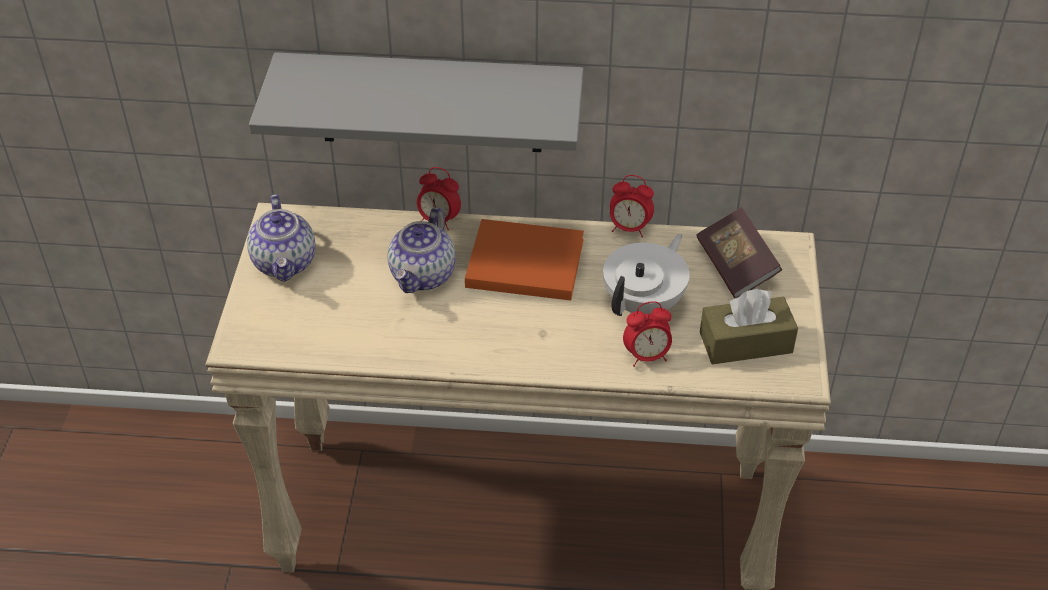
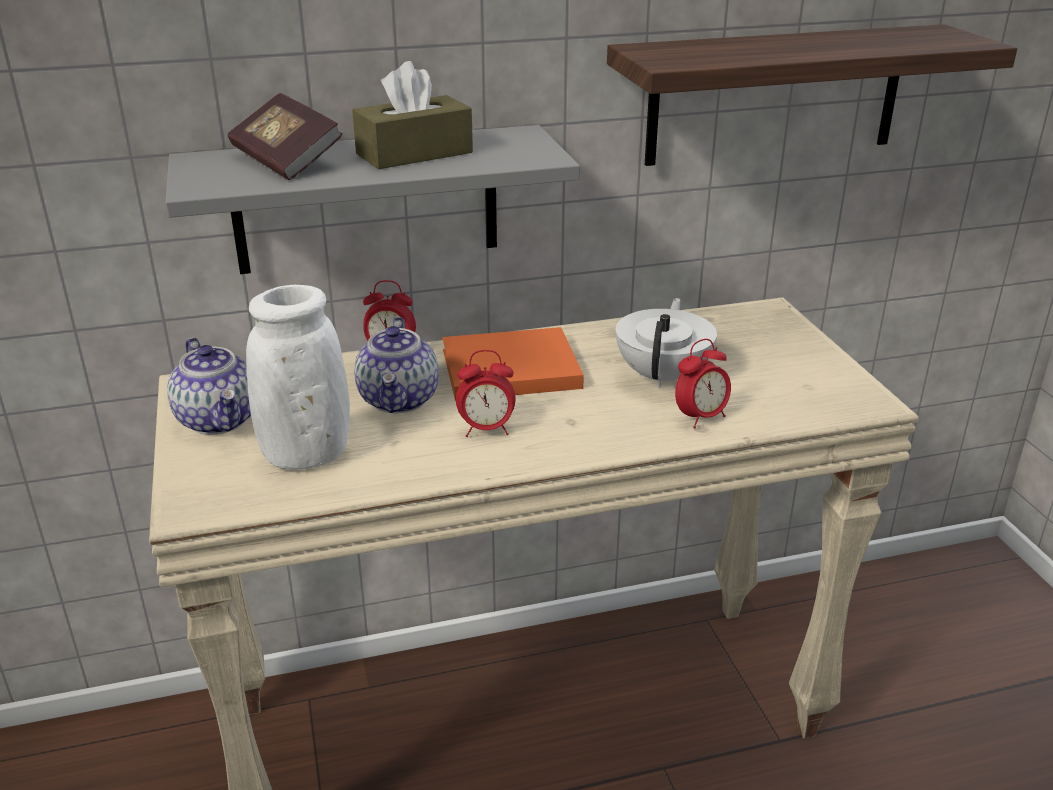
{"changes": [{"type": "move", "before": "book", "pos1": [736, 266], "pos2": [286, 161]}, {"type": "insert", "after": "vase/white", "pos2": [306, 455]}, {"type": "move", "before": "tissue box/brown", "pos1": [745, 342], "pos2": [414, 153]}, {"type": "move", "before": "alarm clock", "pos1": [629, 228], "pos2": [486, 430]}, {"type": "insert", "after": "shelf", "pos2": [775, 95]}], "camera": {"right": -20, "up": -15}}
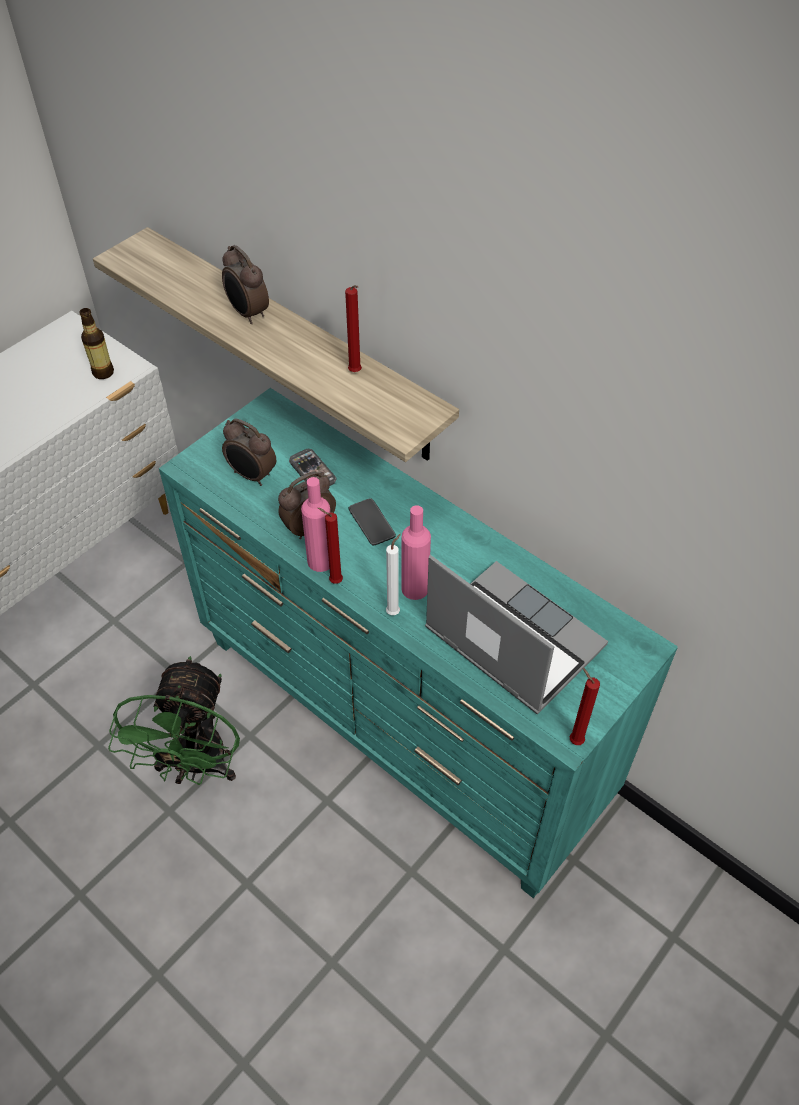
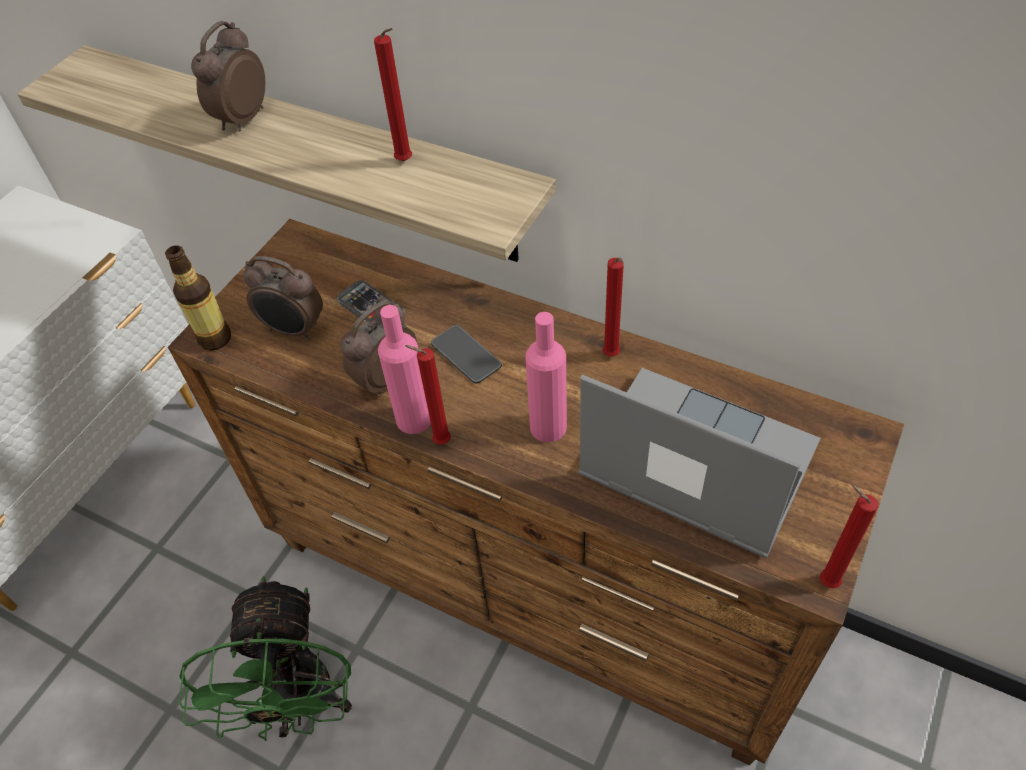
{"changes": [{"type": "move", "before": "bottle", "pos1": [103, 372], "pos2": [215, 339]}, {"type": "recolor", "before": "dresser/turquoise", "after": "dresser/brown", "pos1": [401, 722], "pos2": [532, 588]}, {"type": "rotate", "before": "alarm clock", "pos1": [247, 314], "pos2": [241, 119], "turn": 75}, {"type": "insert", "after": "candle/red", "pos2": [611, 357]}, {"type": "delete", "before": "candle/white", "pos1": [394, 611]}], "camera": {"right": -10, "up": 0}}
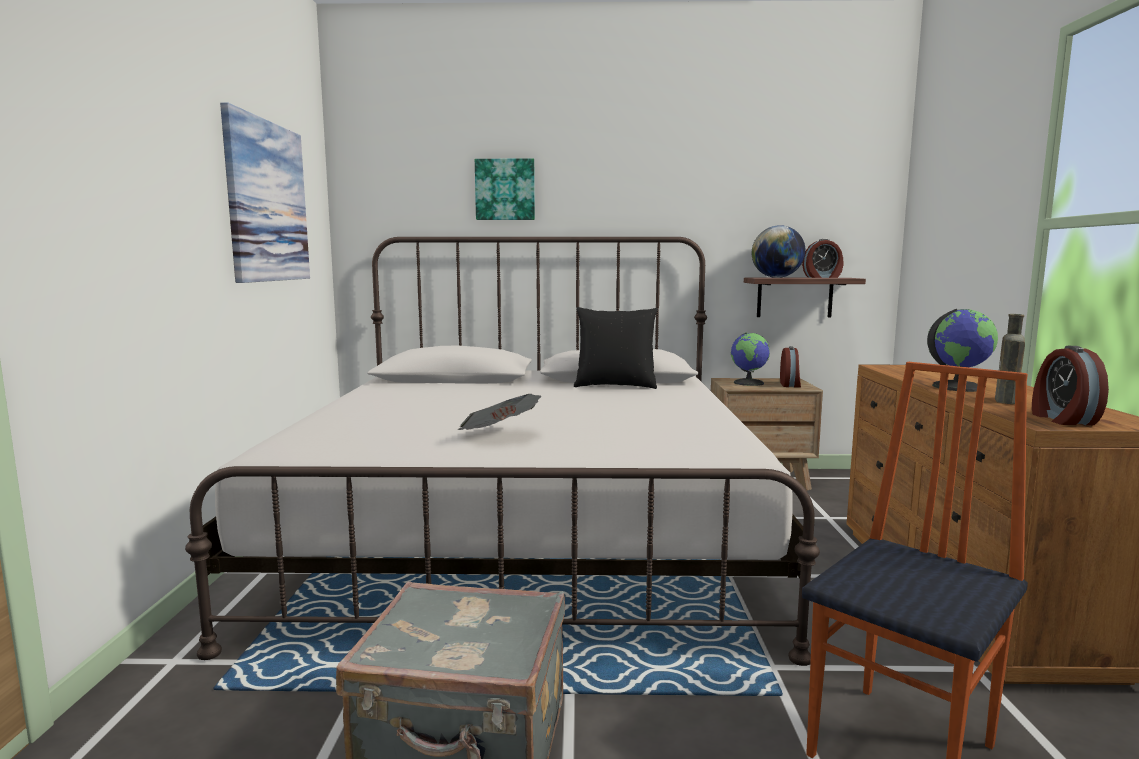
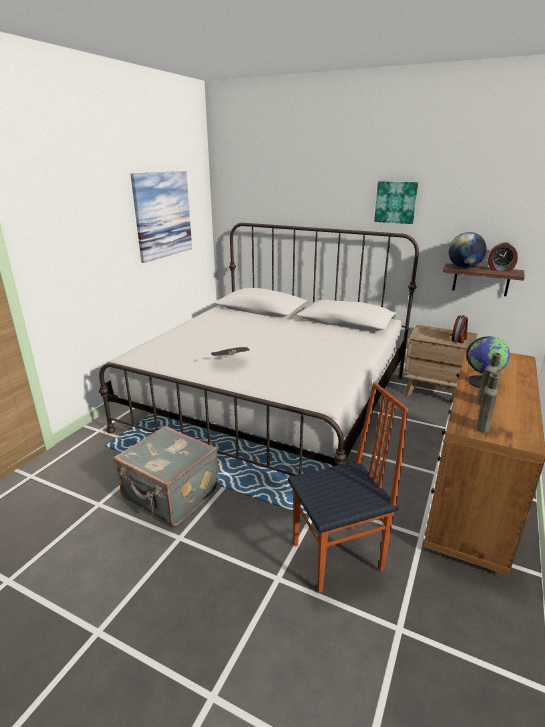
{"changes": [{"type": "move", "before": "picture", "pos1": [505, 190], "pos2": [396, 202]}, {"type": "replace", "before": "alarm clock", "after": "bottle/brown", "pos1": [1062, 419], "pos2": [482, 426]}, {"type": "delete", "before": "pillow/black", "pos1": [615, 385]}, {"type": "delete", "before": "globe", "pos1": [749, 383]}], "camera": {"right": 25, "up": 15}}
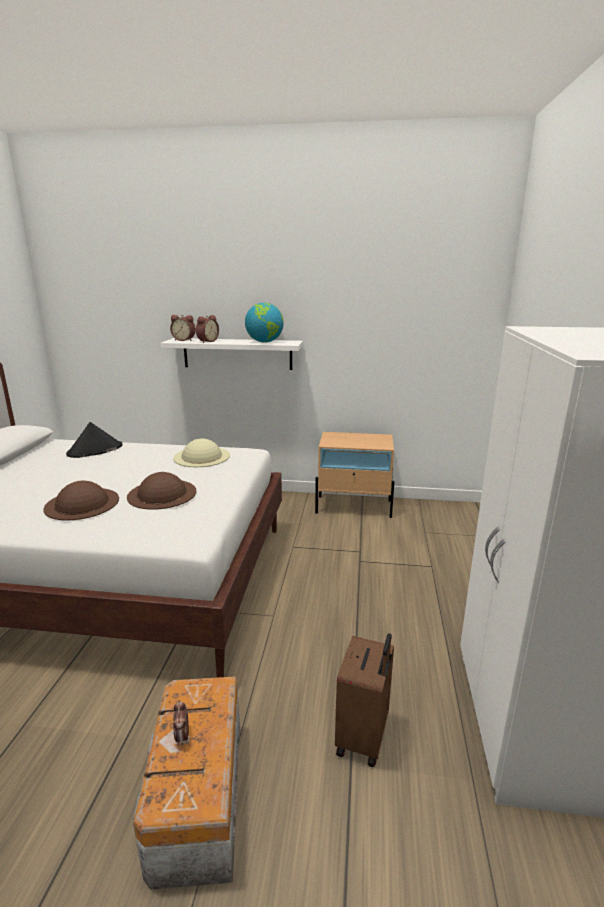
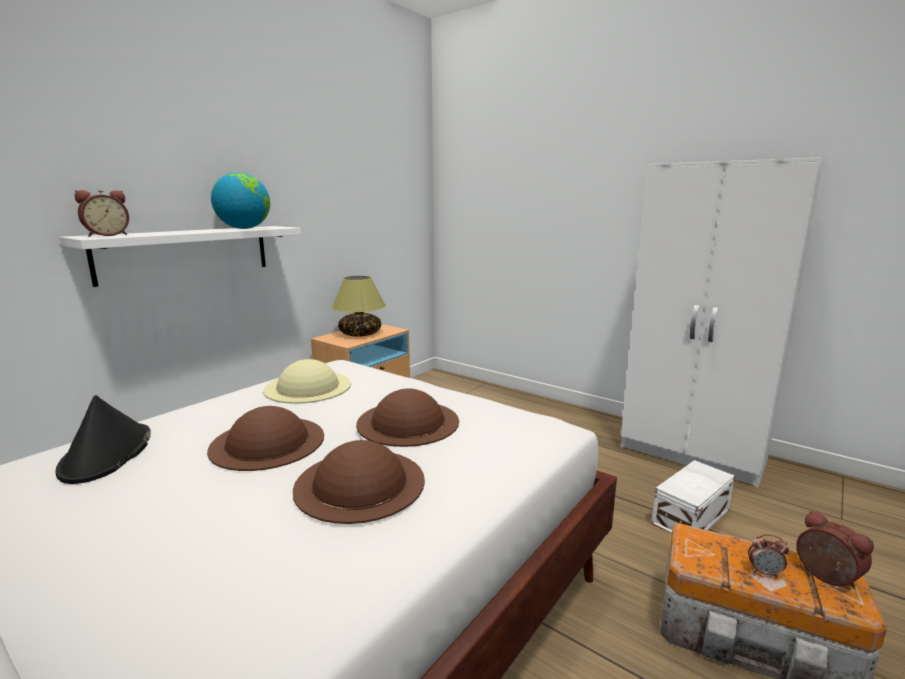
{"changes": [{"type": "insert", "after": "hat/brown", "pos2": [268, 442]}, {"type": "insert", "after": "table lamp", "pos2": [360, 334]}, {"type": "replace", "before": "suitcase/brown", "after": "storage box/white", "pos1": [364, 738], "pos2": [692, 517]}, {"type": "move", "before": "alarm clock", "pos1": [207, 341], "pos2": [825, 577]}], "camera": {"right": -60, "up": -5}}
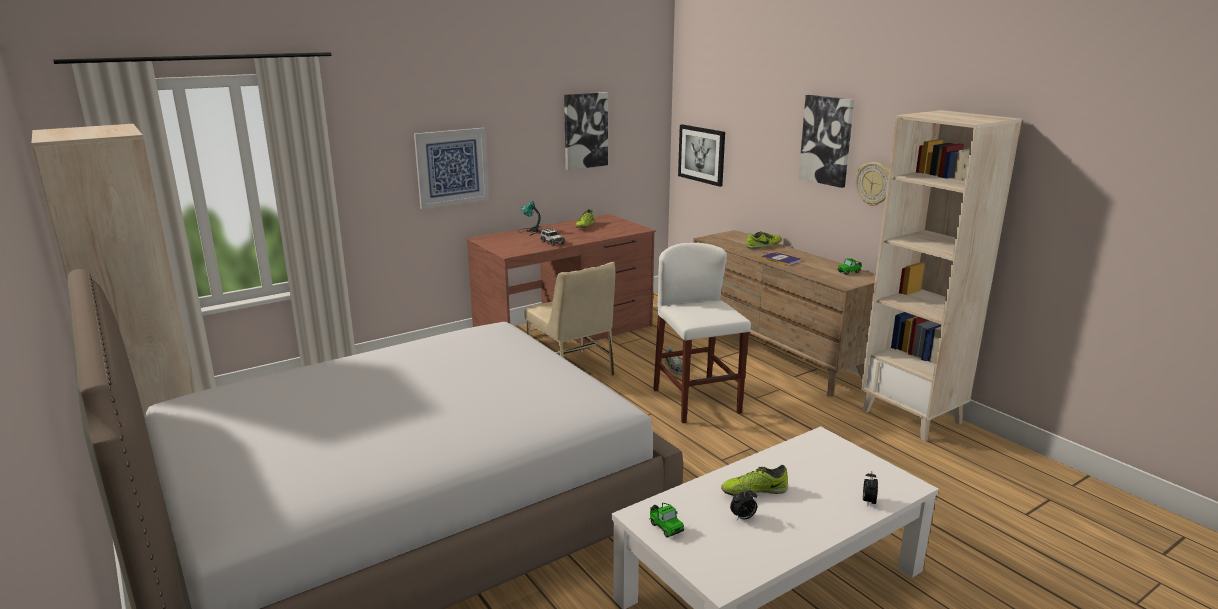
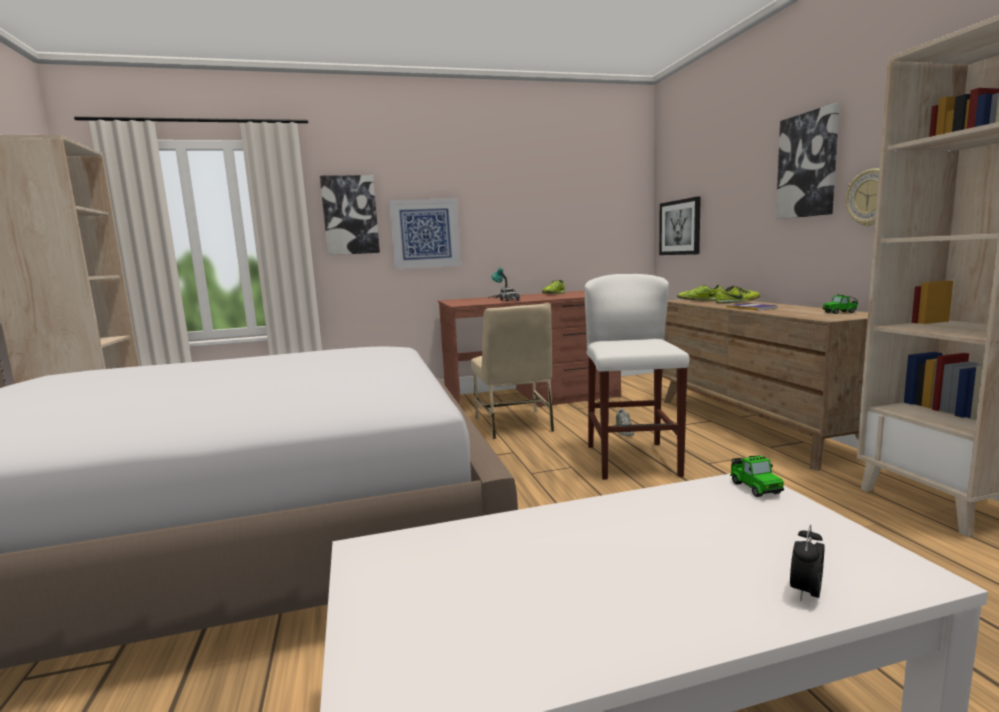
{"changes": [{"type": "move", "before": "picture", "pos1": [585, 130], "pos2": [350, 215]}, {"type": "move", "before": "shoe", "pos1": [754, 491], "pos2": [699, 301]}, {"type": "move", "before": "toy car", "pos1": [665, 527], "pos2": [753, 487]}, {"type": "delete", "before": "alarm clock", "pos1": [743, 518]}], "camera": {"right": 20, "up": -10}}
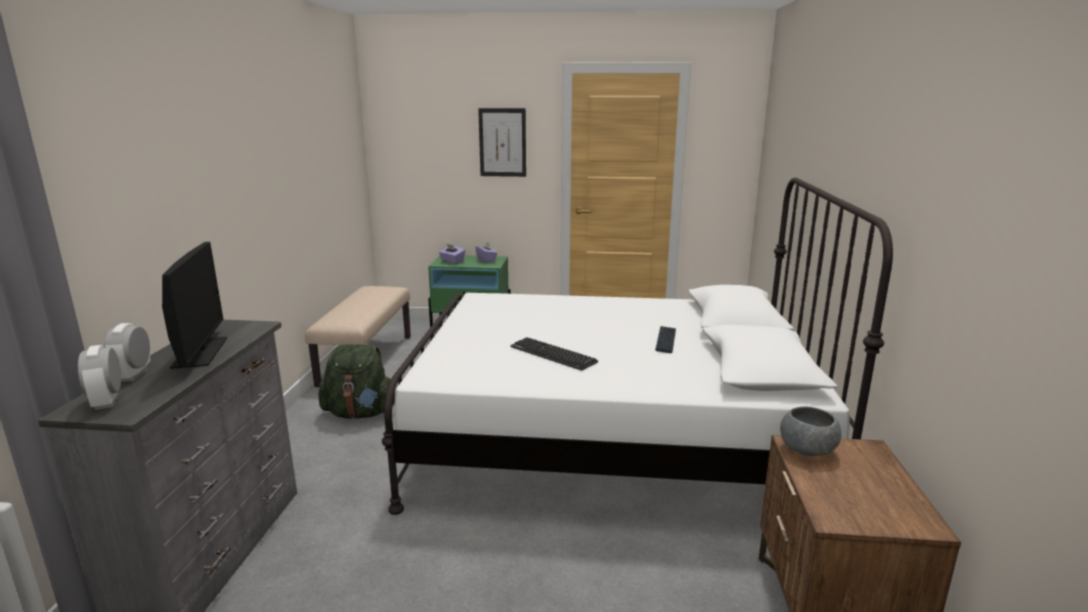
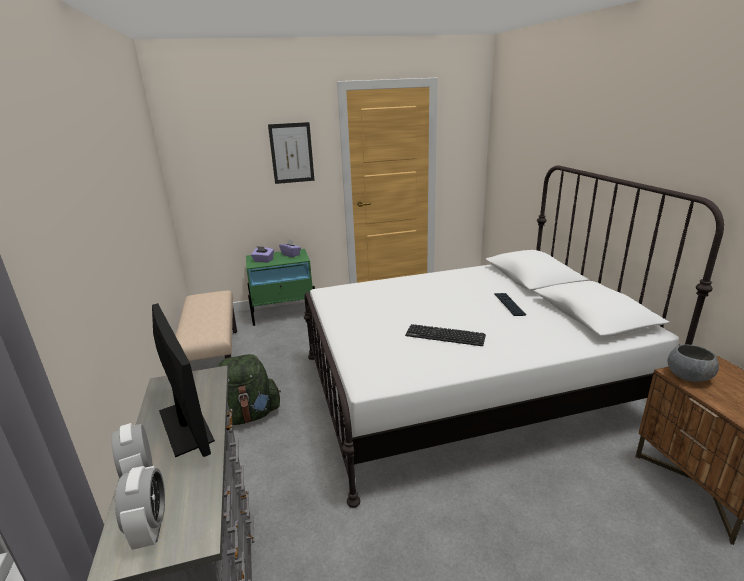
{"changes": [{"type": "rotate", "before": "alarm clock", "pos1": [107, 401], "pos2": [150, 528], "turn": -150}], "camera": {"right": -20, "up": 5}}
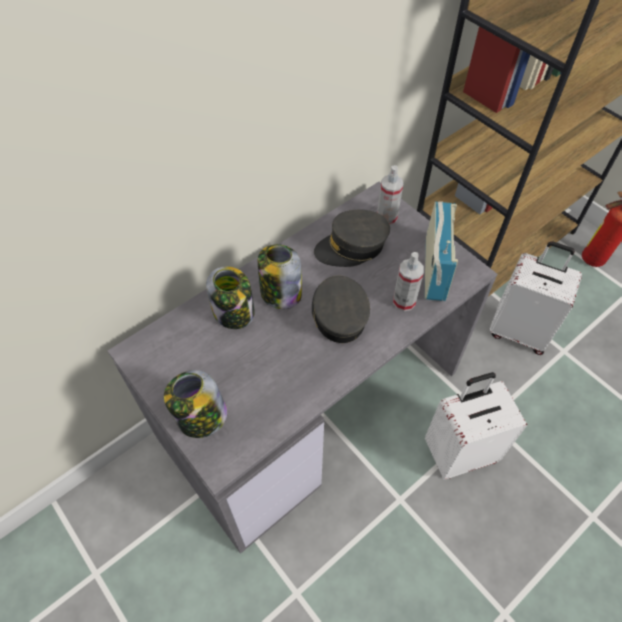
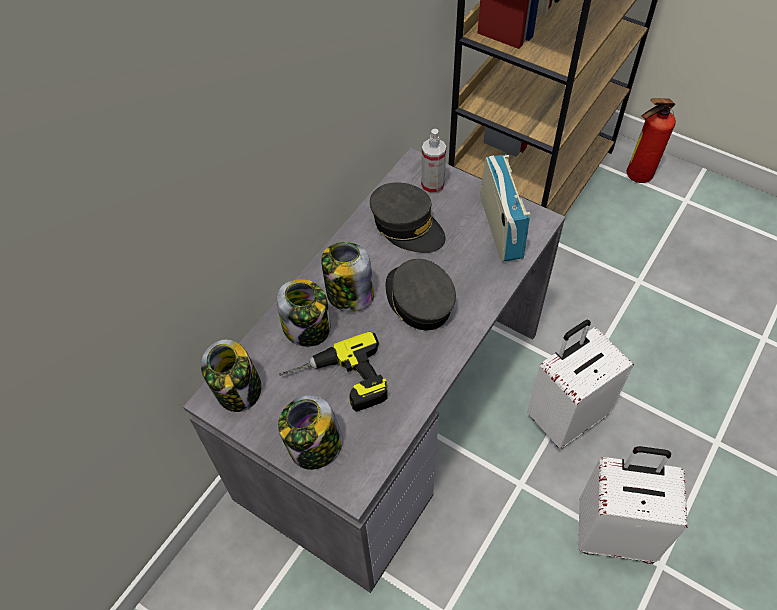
{"changes": [{"type": "insert", "after": "jar", "pos2": [238, 390]}, {"type": "insert", "after": "power drill", "pos2": [338, 383]}, {"type": "rotate", "before": "cap/grey", "pos1": [352, 247], "pos2": [407, 226], "turn": -105}, {"type": "move", "before": "suitcase/white", "pos1": [519, 331], "pos2": [614, 532]}, {"type": "delete", "before": "spray bottle", "pos1": [404, 301]}], "camera": {"right": -15, "up": 0}}
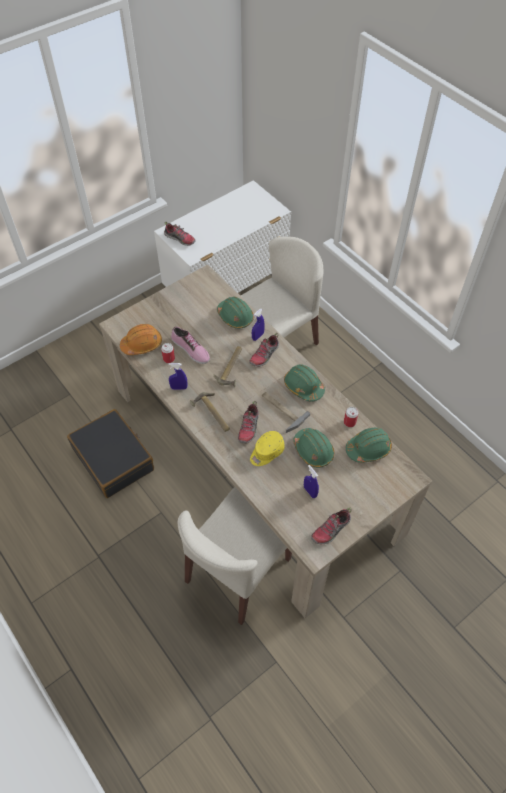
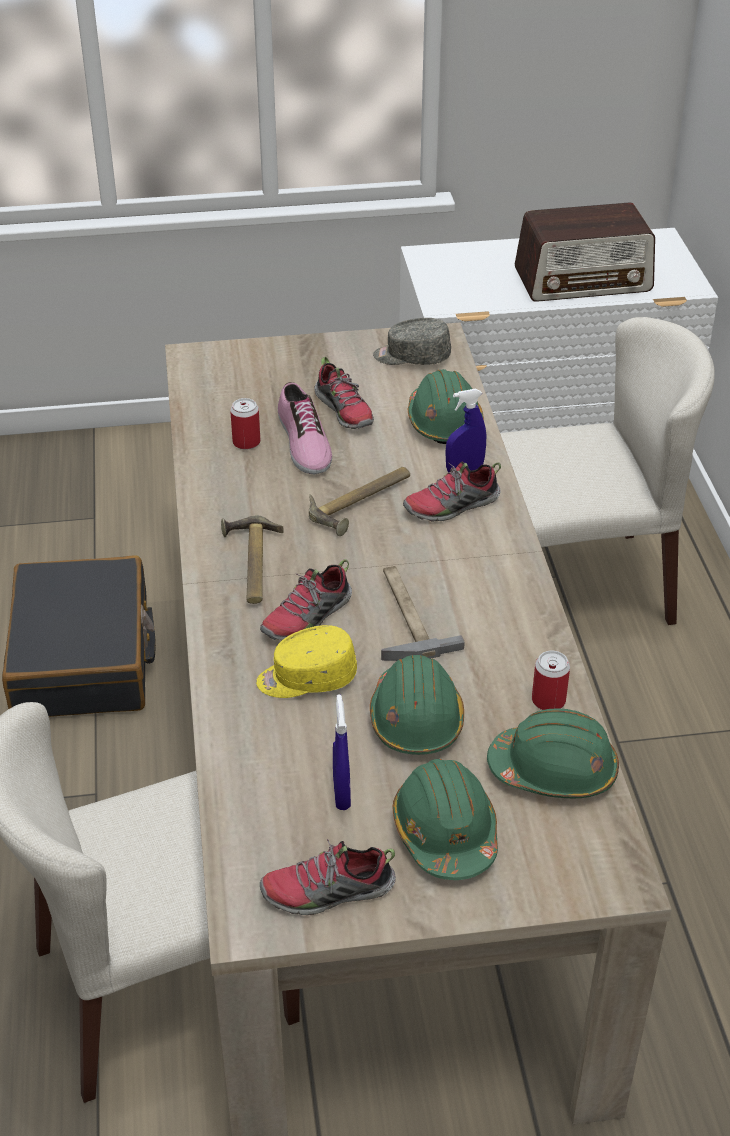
{"changes": [{"type": "move", "before": "shoe", "pos1": [180, 239], "pos2": [345, 411]}, {"type": "insert", "after": "cap/grey", "pos2": [411, 357]}, {"type": "move", "before": "hard hat/green", "pos1": [303, 386], "pos2": [445, 832]}, {"type": "insert", "after": "radio", "pos2": [583, 280]}, {"type": "delete", "before": "hard hat/orange", "pos1": [142, 344]}, {"type": "delete", "before": "spray bottle/blue", "pos1": [179, 388]}], "camera": {"right": 30, "up": -15}}
